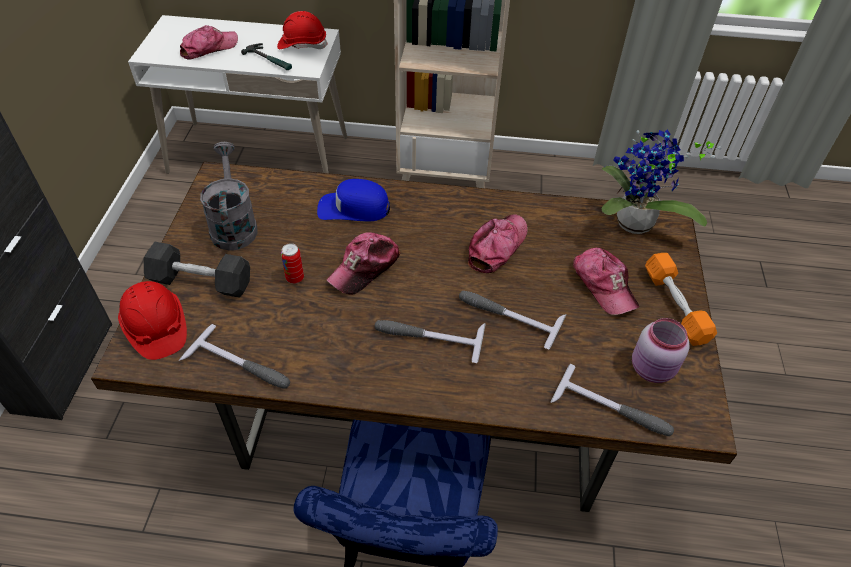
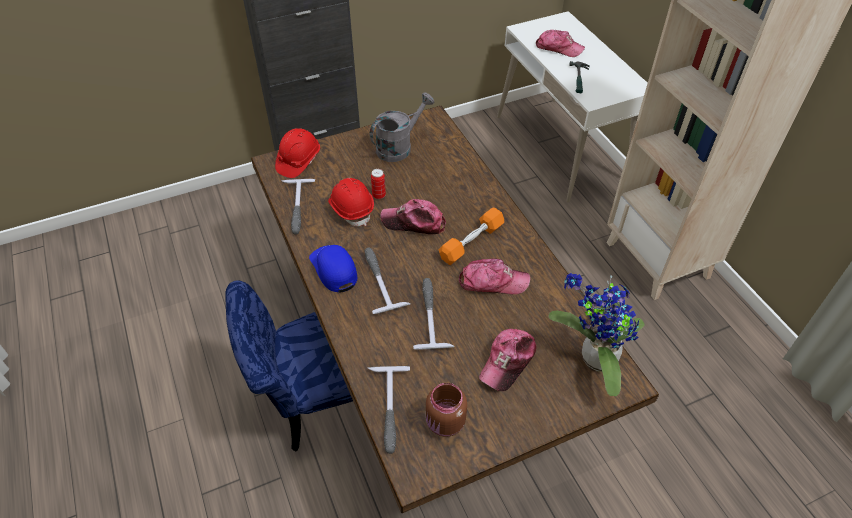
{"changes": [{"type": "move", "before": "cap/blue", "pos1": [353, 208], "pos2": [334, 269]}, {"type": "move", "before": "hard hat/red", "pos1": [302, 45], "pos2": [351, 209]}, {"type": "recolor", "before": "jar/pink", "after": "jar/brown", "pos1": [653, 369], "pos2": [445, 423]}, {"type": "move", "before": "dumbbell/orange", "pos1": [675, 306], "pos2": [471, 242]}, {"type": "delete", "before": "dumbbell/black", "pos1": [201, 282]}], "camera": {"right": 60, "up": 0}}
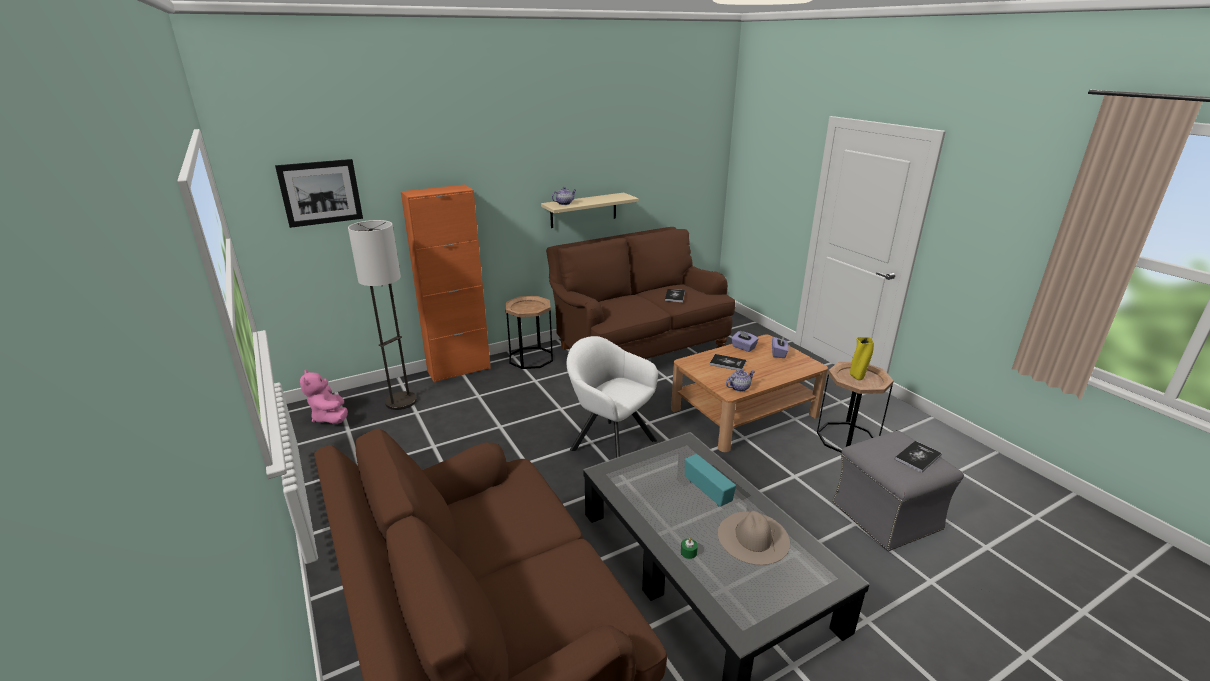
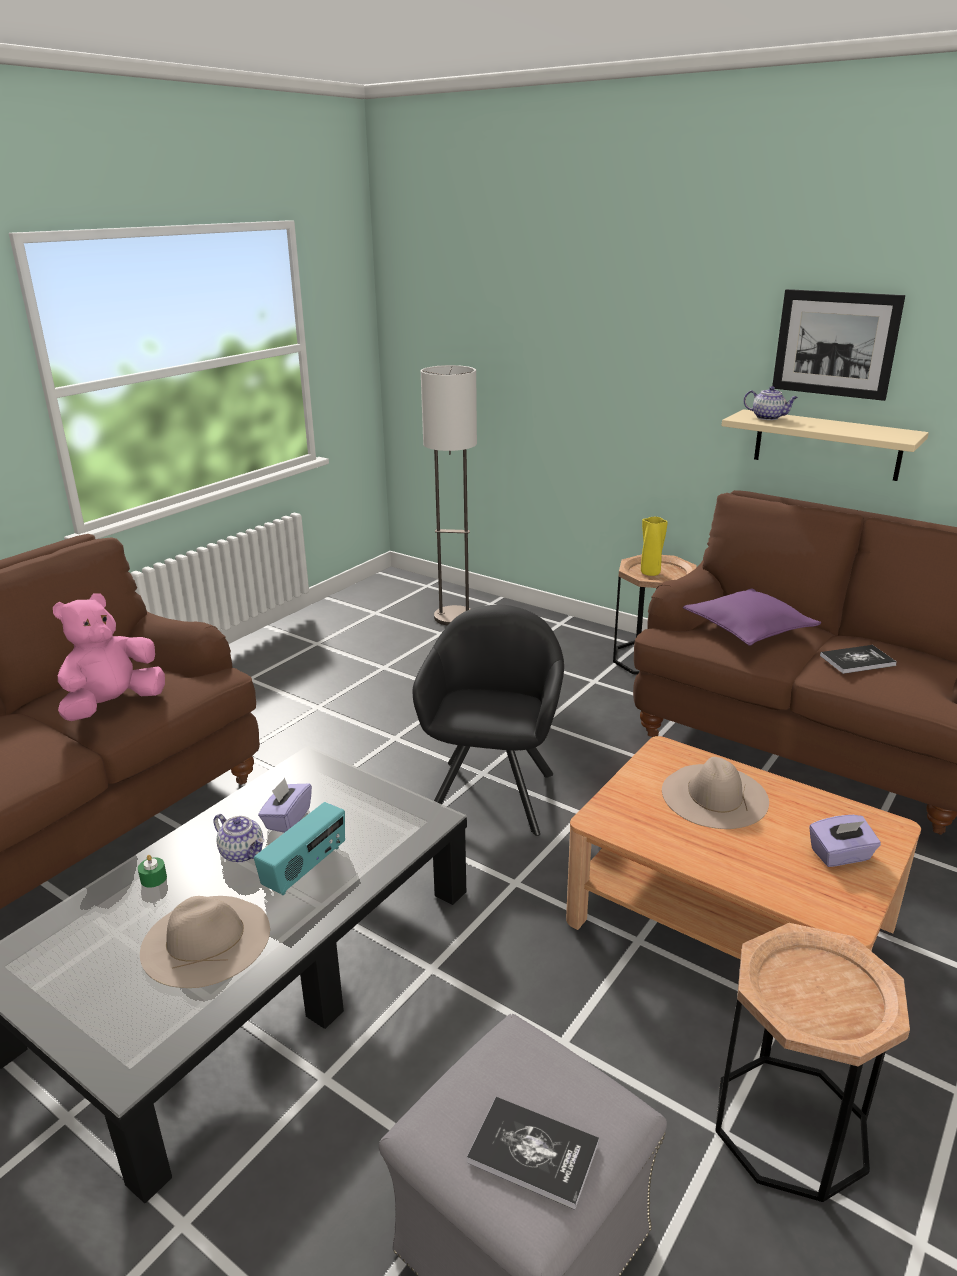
{"changes": [{"type": "move", "before": "plush toy/pink", "pos1": [330, 417], "pos2": [113, 705]}, {"type": "move", "before": "teapot", "pos1": [739, 387], "pos2": [243, 853]}, {"type": "move", "before": "tissue box/purple", "pos1": [743, 347], "pos2": [287, 819]}, {"type": "recolor", "before": "armchair/white", "after": "armchair/black", "pos1": [610, 443], "pos2": [493, 791]}, {"type": "move", "before": "vase/yellow", "pos1": [857, 377], "pos2": [650, 573]}, {"type": "replace", "before": "book", "after": "hat/beige", "pos1": [728, 363], "pos2": [714, 795]}, {"type": "insert", "after": "pillow/purple", "pos2": [748, 628]}, {"type": "move", "before": "picture", "pos1": [320, 192], "pos2": [835, 344]}, {"type": "delete", "before": "cabinet/orange", "pos1": [459, 370]}], "camera": {"right": 65, "up": 0}}
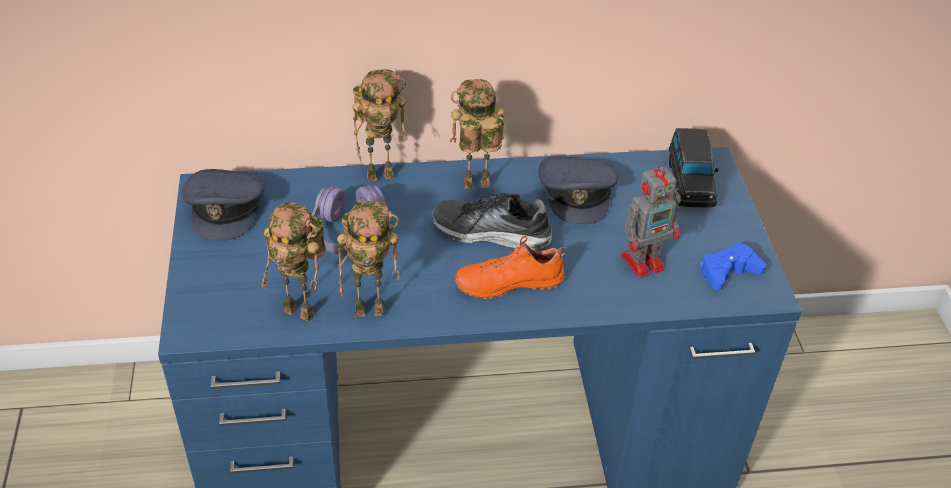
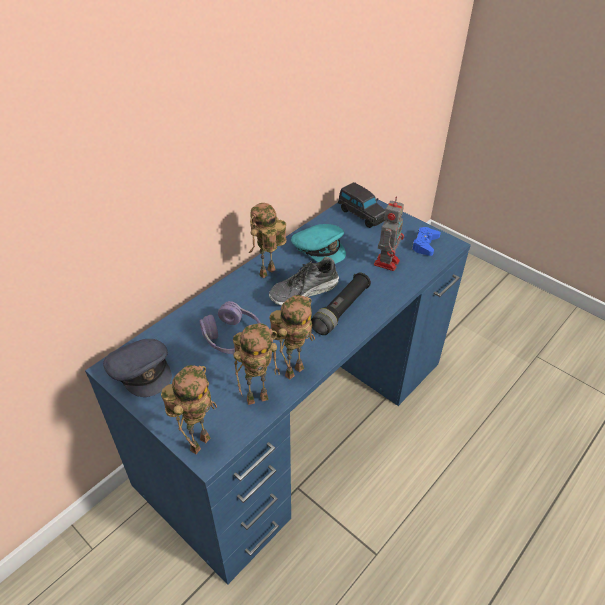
{"changes": [{"type": "move", "before": "toy robot", "pos1": [381, 174], "pos2": [199, 441]}, {"type": "recolor", "before": "cap/grey", "after": "cap/turquoise", "pos1": [576, 193], "pos2": [319, 248]}, {"type": "replace", "before": "shoe/orange", "after": "flashlight/black", "pos1": [508, 281], "pos2": [341, 310]}], "camera": {"right": -40, "up": 0}}
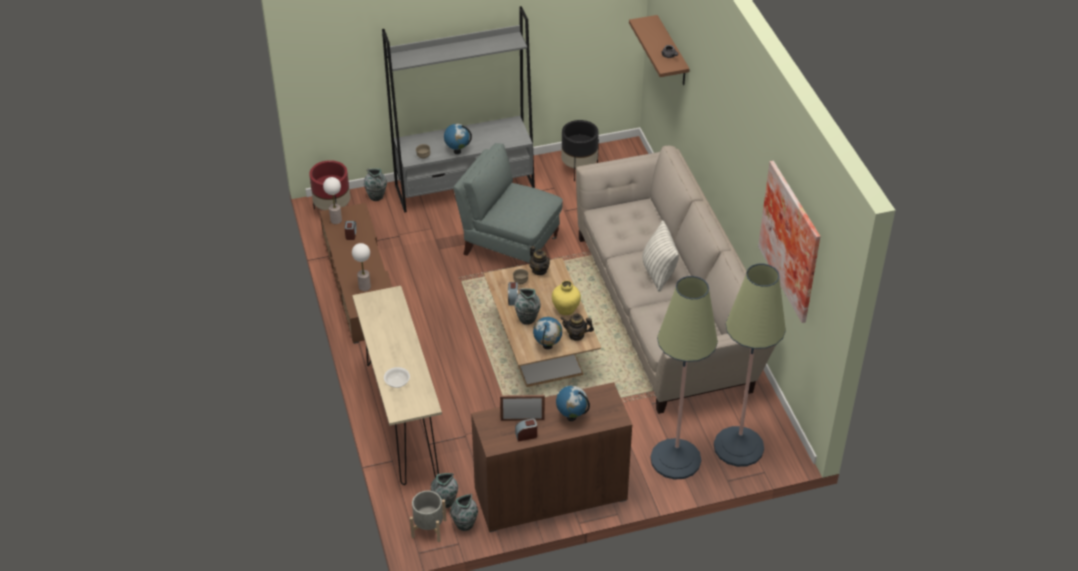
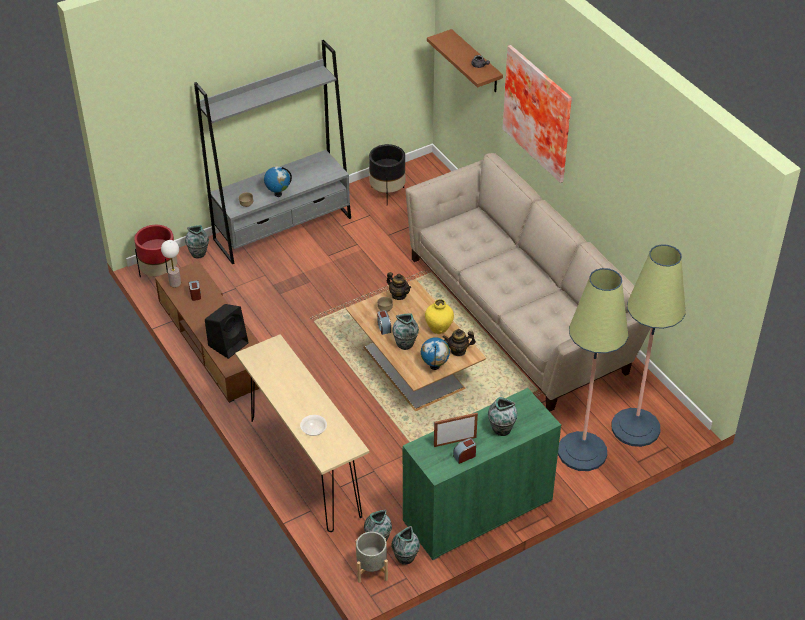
{"changes": [{"type": "replace", "before": "table lamp", "after": "speaker/black", "pos1": [364, 287], "pos2": [228, 343]}, {"type": "recolor", "before": "cabinet/brown", "after": "cabinet/green", "pos1": [550, 495], "pos2": [477, 511]}, {"type": "replace", "before": "globe", "after": "vase", "pos1": [571, 417], "pos2": [501, 429]}, {"type": "move", "before": "picture", "pos1": [793, 240], "pos2": [540, 112]}, {"type": "delete", "before": "armchair/grey", "pos1": [510, 246]}, {"type": "delete", "before": "pillow", "pos1": [658, 273]}], "camera": {"right": -15, "up": 0}}
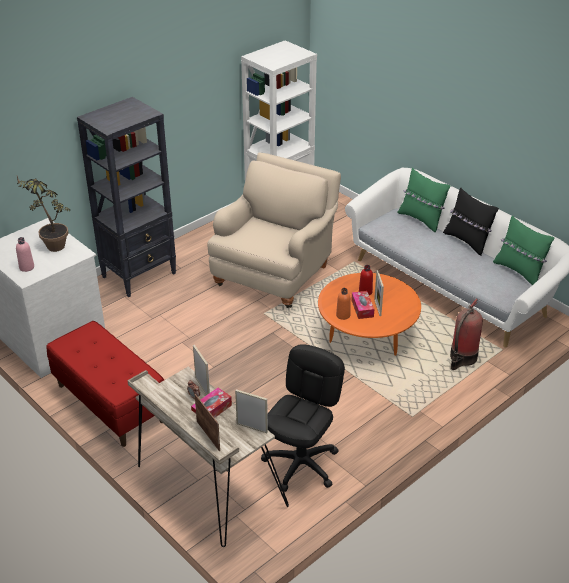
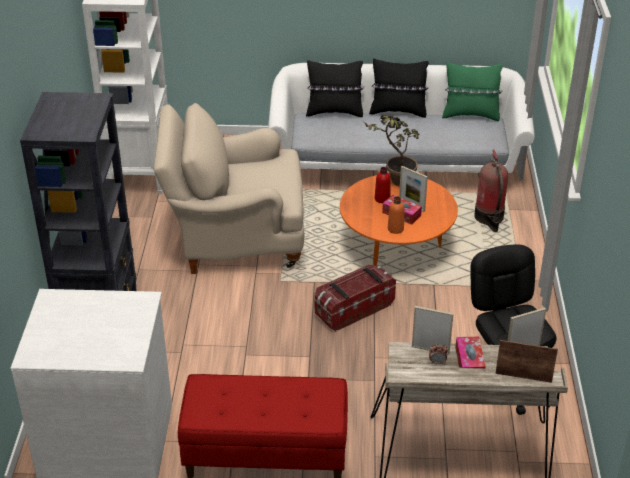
{"changes": [{"type": "rotate", "before": "armchair/beige", "pos1": [275, 273], "pos2": [234, 239], "turn": -75}, {"type": "recolor", "before": "pillow/green", "after": "pillow/black", "pos1": [421, 219], "pos2": [334, 112]}, {"type": "insert", "after": "storage box", "pos2": [353, 309]}, {"type": "move", "before": "potted plant", "pos1": [51, 244], "pos2": [394, 182]}, {"type": "delete", "before": "bottle/pink", "pos1": [26, 267]}], "camera": {"right": -45, "up": 0}}
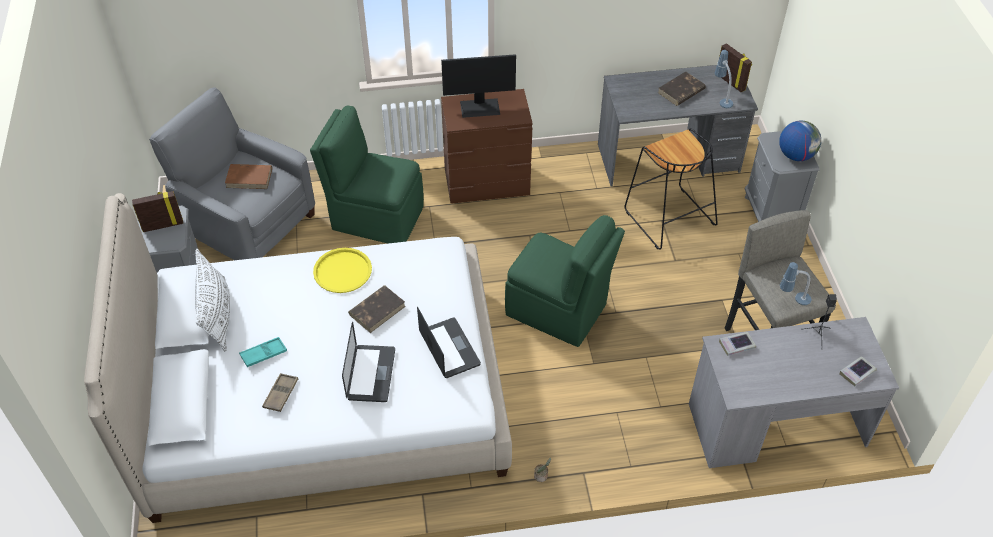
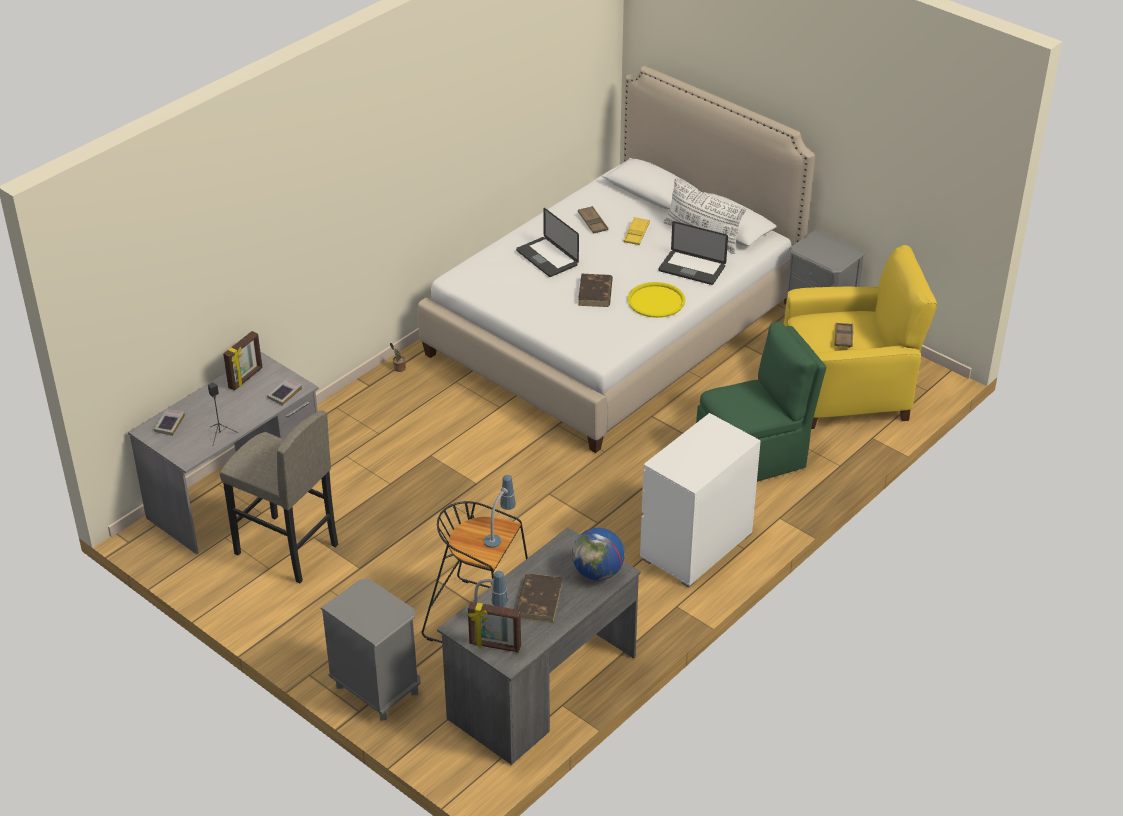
{"changes": [{"type": "move", "before": "picture frame", "pos1": [162, 225], "pos2": [246, 378]}, {"type": "move", "before": "table lamp", "pos1": [792, 301], "pos2": [500, 534]}, {"type": "move", "before": "globe", "pos1": [795, 155], "pos2": [598, 573]}, {"type": "recolor", "before": "tray/turquoise", "after": "tray/yellow", "pos1": [263, 354], "pos2": [636, 234]}, {"type": "recolor", "before": "dresser/brown", "after": "dresser/white", "pos1": [487, 183], "pos2": [695, 546]}, {"type": "move", "before": "laptop", "pos1": [449, 349], "pos2": [692, 269]}, {"type": "recolor", "before": "armchair/grey", "after": "armchair/yellow", "pos1": [247, 225], "pos2": [847, 391]}, {"type": "replace", "before": "book/brown", "after": "tray/brown", "pos1": [249, 178], "pos2": [843, 337]}, {"type": "delete", "before": "monitor", "pos1": [480, 107]}, {"type": "delete", "before": "chair/green", "pos1": [558, 311]}], "camera": {"right": 140, "up": -10}}
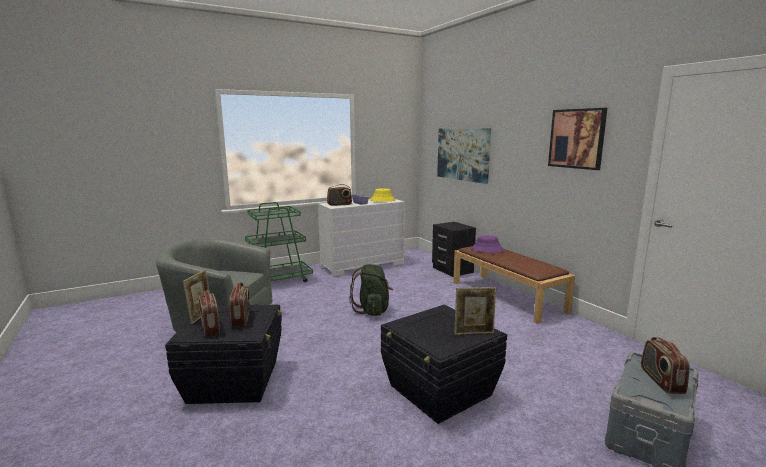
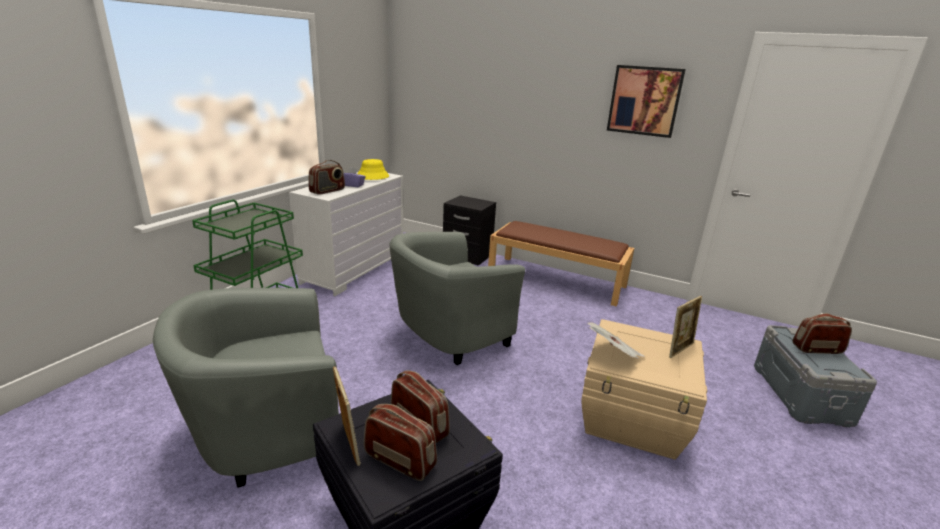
{"changes": [{"type": "replace", "before": "backpack/green", "after": "armchair/grey", "pos1": [372, 310], "pos2": [447, 336]}, {"type": "recolor", "before": "storage box/black", "after": "storage box/beige", "pos1": [440, 391], "pos2": [633, 419]}, {"type": "insert", "after": "newspaper", "pos2": [613, 354]}, {"type": "rotate", "before": "radio", "pos1": [661, 381], "pos2": [816, 349], "turn": 120}, {"type": "delete", "before": "picture", "pos1": [463, 154]}, {"type": "delete", "before": "hat/purple", "pos1": [487, 250]}], "camera": {"right": -35, "up": 10}}
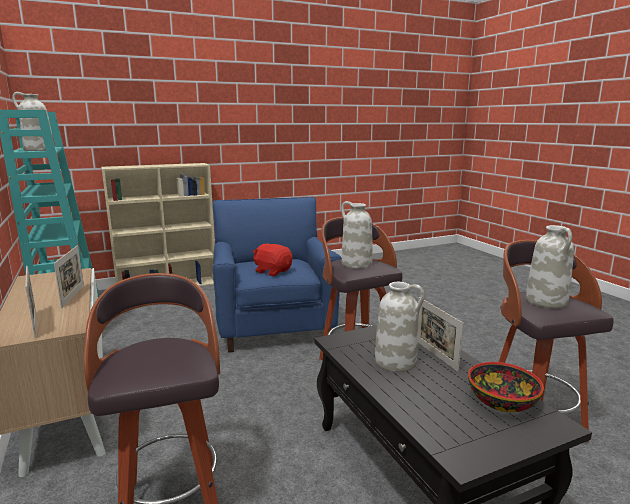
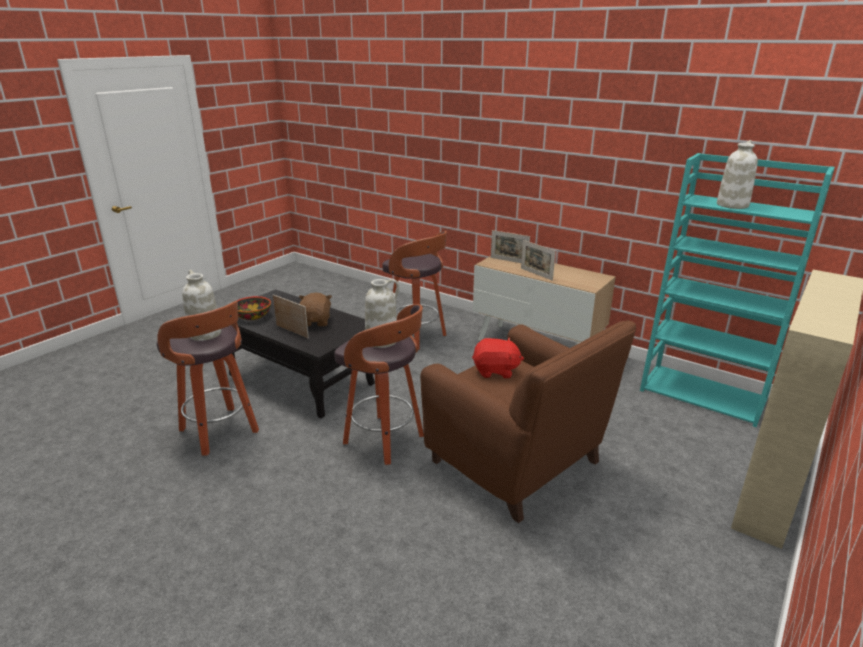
{"changes": [{"type": "replace", "before": "vase/white", "after": "plush toy/brown", "pos1": [396, 362], "pos2": [316, 322]}, {"type": "recolor", "before": "armchair/blue", "after": "armchair/brown", "pos1": [274, 325], "pos2": [517, 464]}], "camera": {"right": 150, "up": 10}}
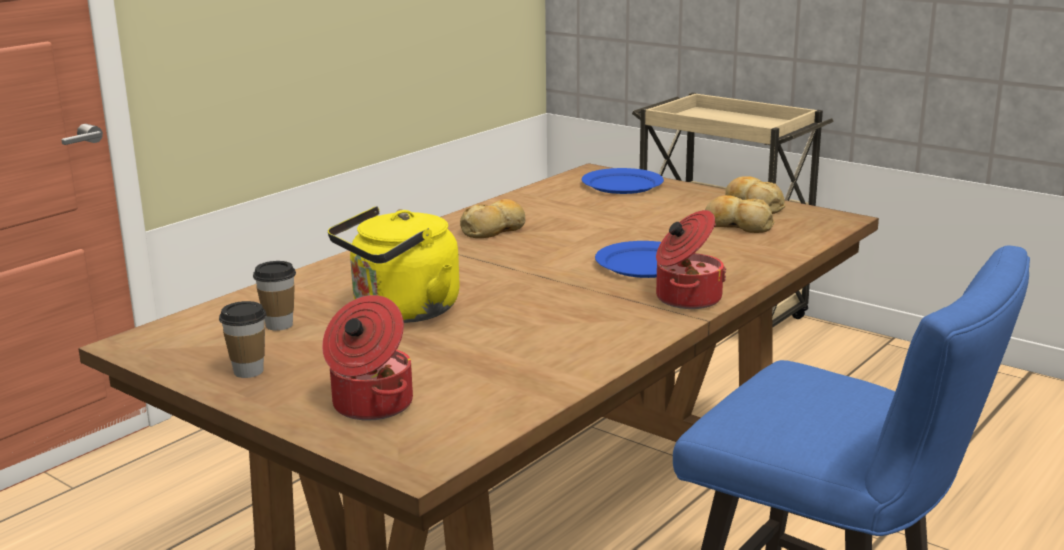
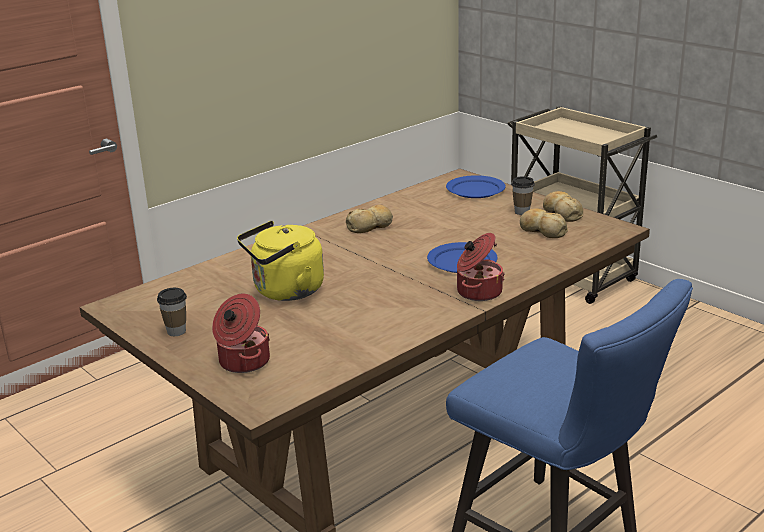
{"changes": [{"type": "move", "before": "cup", "pos1": [279, 325], "pos2": [522, 212]}], "camera": {"right": 10, "up": 5}}
